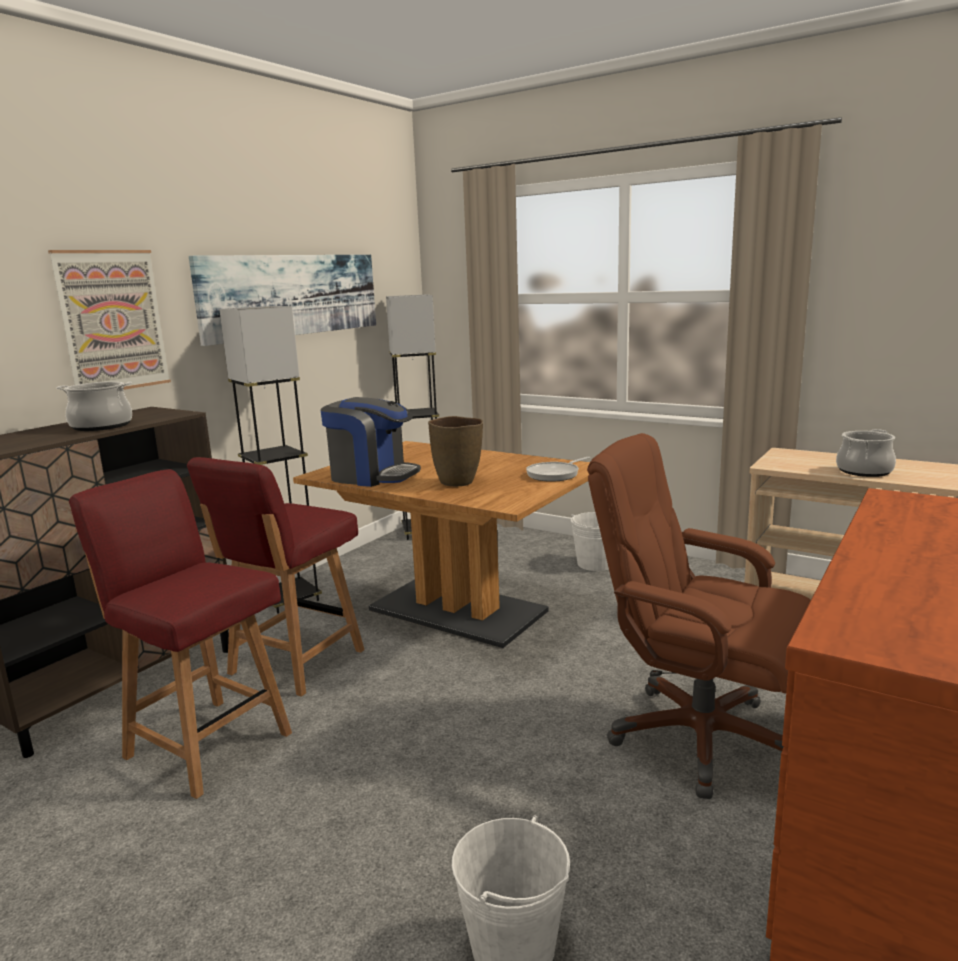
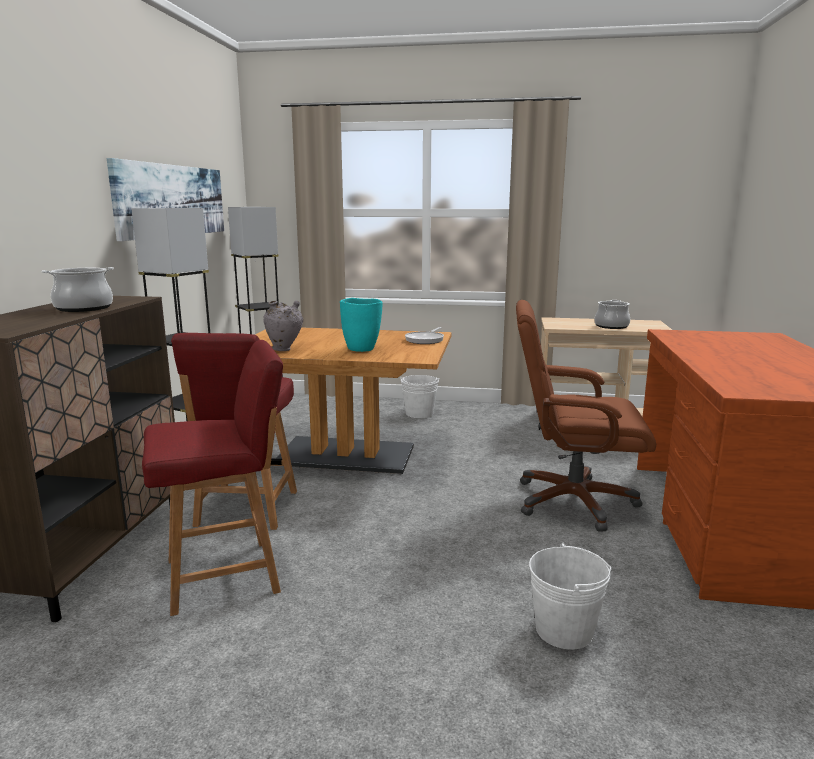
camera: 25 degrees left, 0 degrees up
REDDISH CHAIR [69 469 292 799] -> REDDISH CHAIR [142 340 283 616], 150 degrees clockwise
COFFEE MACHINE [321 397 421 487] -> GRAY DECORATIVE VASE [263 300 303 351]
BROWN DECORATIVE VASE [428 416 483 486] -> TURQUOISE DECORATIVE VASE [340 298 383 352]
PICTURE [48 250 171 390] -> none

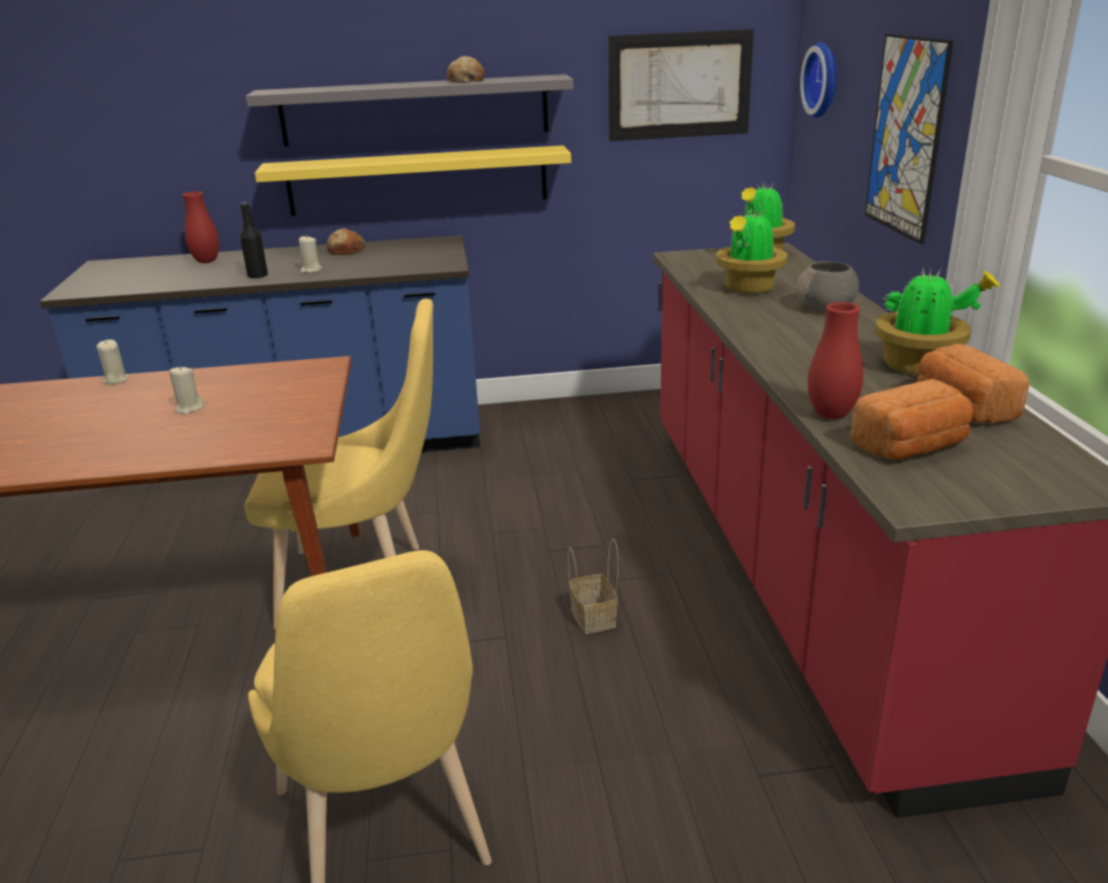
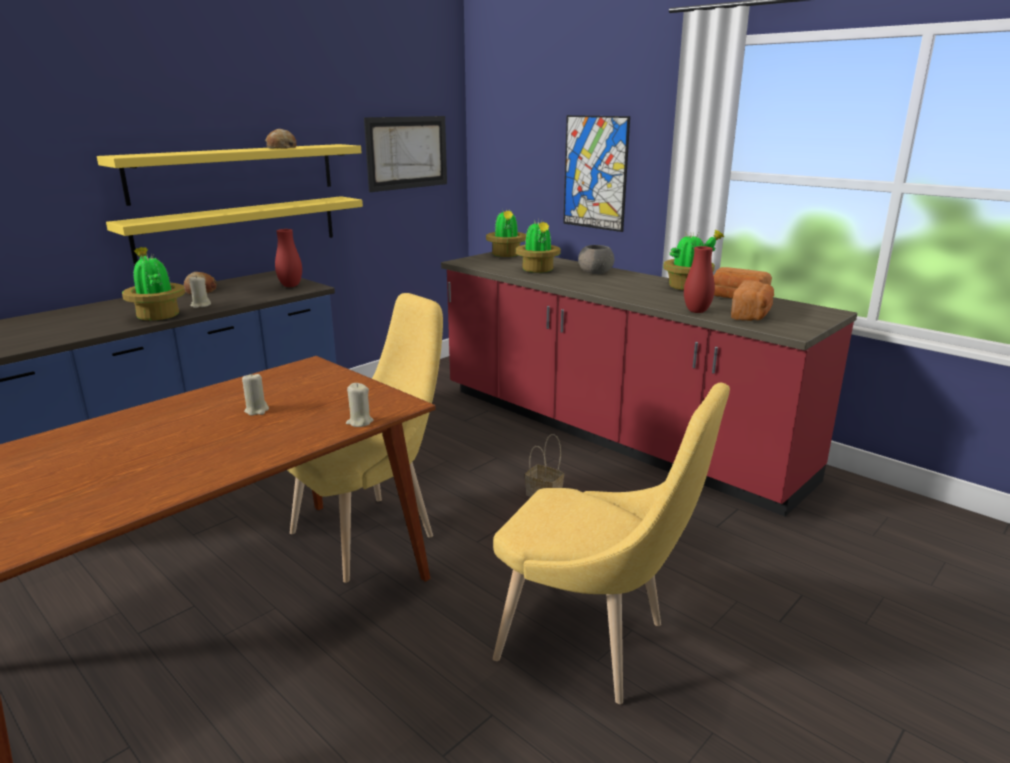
camera: 40 degrees left, 5 degrees down
GRAY BRACKET SHELF [246 74 574 147] -> YELLOWISH BRACKET SHELF [97 144 361 206]
BLACK-COLOURED BOTTLE [240 202 268 279] -> PLANT IN A POT [122 247 185 321]
REDDISH DECORATIVE VASE [183 191 219 263] -> REDDISH DECORATIVE VASE [275 229 302 287], move
BEIGE WAX LIGHT [96 340 129 385] -> BEIGE WAX LIGHT [346 383 374 427], move
CLOCK ON THE WALL [800 42 837 118] -> none

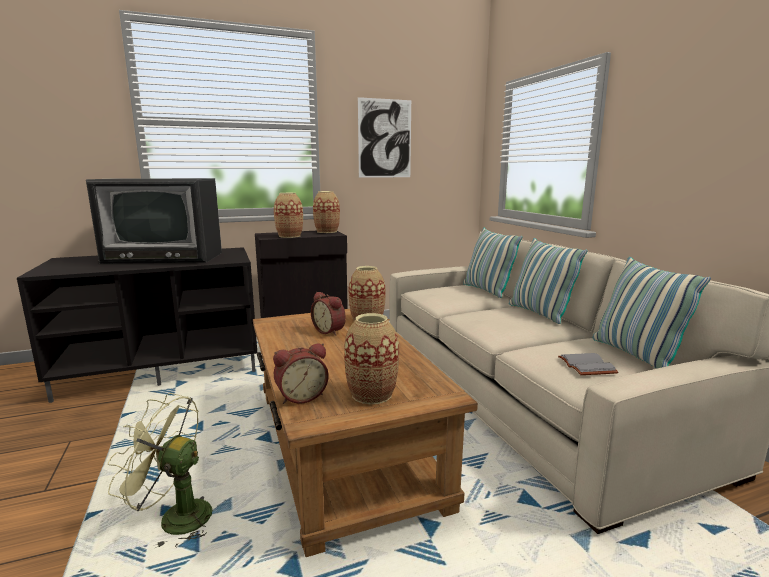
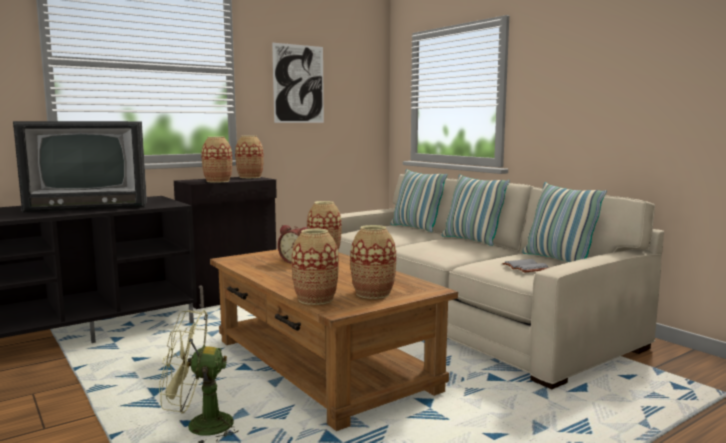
camera: 15 degrees left, 5 degrees down
ALARM CLOCK [273 343 329 404] -> DECORATIVE VASE [292 228 339 305]

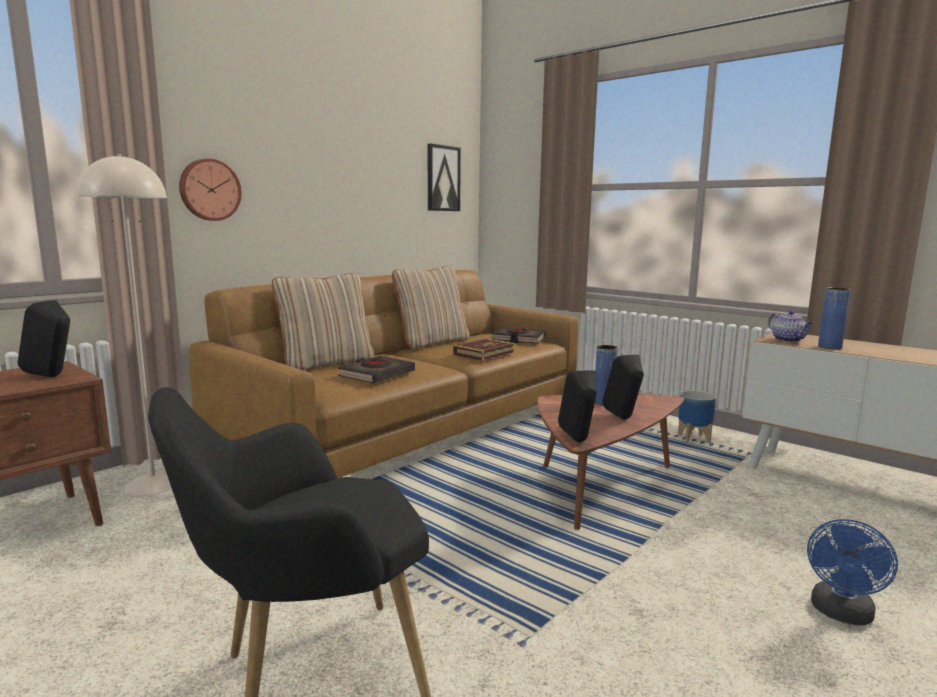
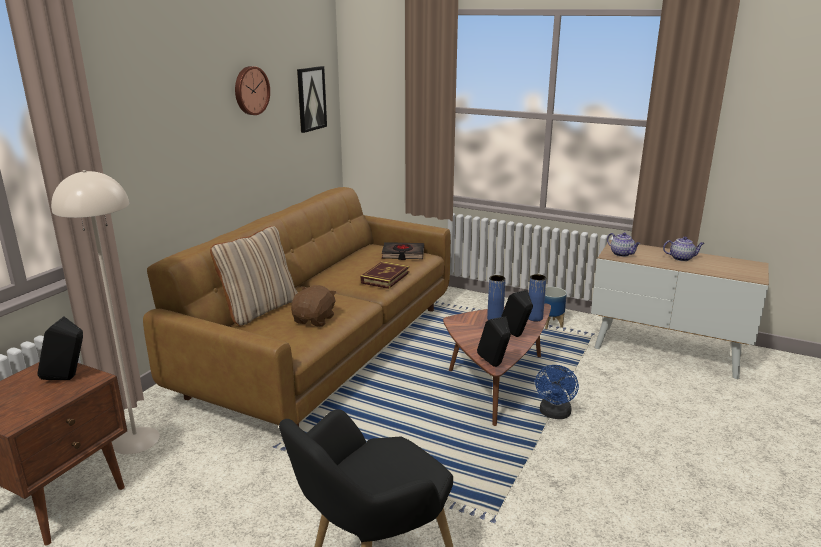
camera: 15 degrees left, 10 degrees up
CLOCK ON THE WALL [179 158 242 221] -> CLOCK ON THE WALL [235 66 270 115], move
BLACK-COLOURED BOOK [338 356 415 383] -> BROWN SOFT TOY [291 285 337 327]
BLUE-COLOURED DECORATIVE VASE [818 287 851 349] -> BLUE-COLOURED DECORATIVE VASE [528 274 546 321], move
BLUE-COLOURED COOLING FAN [807 519 898 626] -> BLUE-COLOURED COOLING FAN [535 365 579 419], move
none -> POT FOR TEA [663 237 704 261]
BEIGE THROW PILLOW [392 266 470 350] -> none

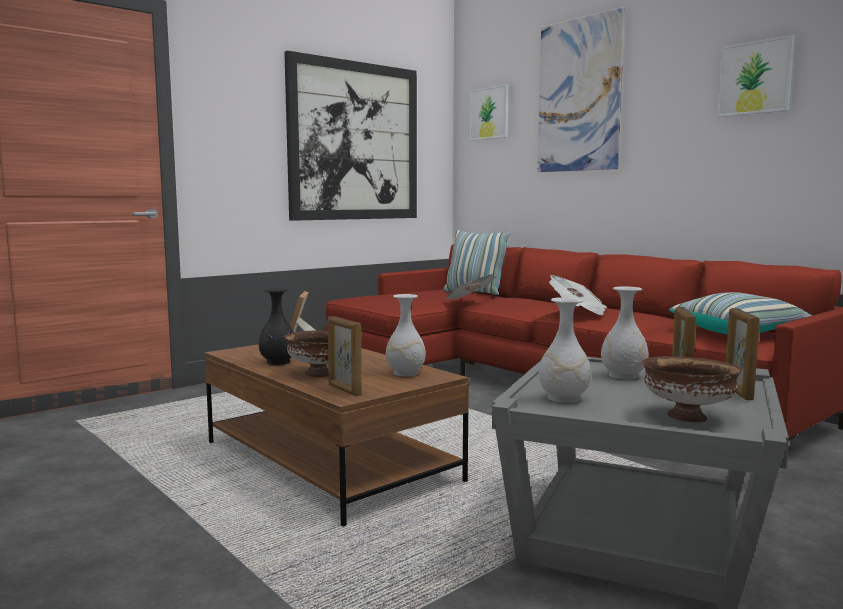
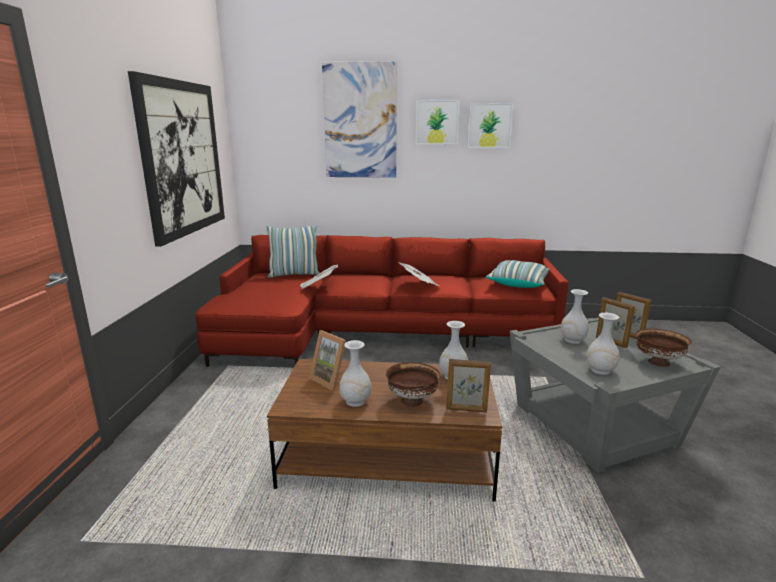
camera: 45 degrees left, 10 degrees up
BLACK-COLOURED DECORATIVE VASE [259 288 294 365] -> WHITE DECORATIVE VASE [339 340 372 407]
PICTURE [470 84 509 141] -> PICTURE [416 100 460 145], move

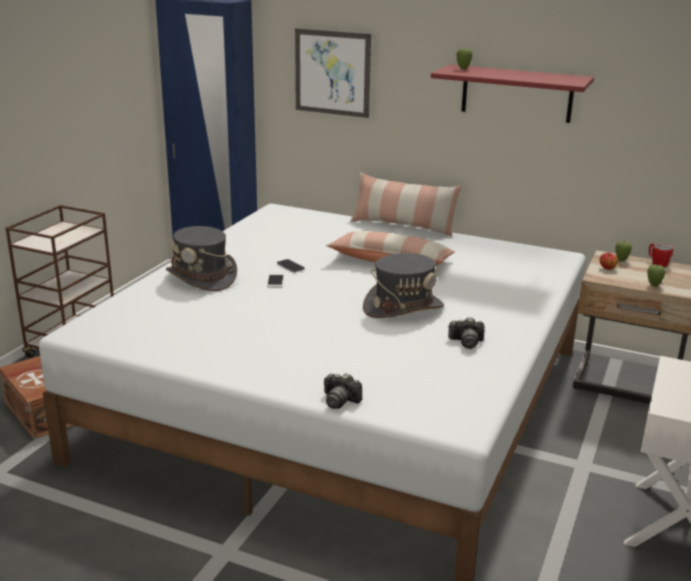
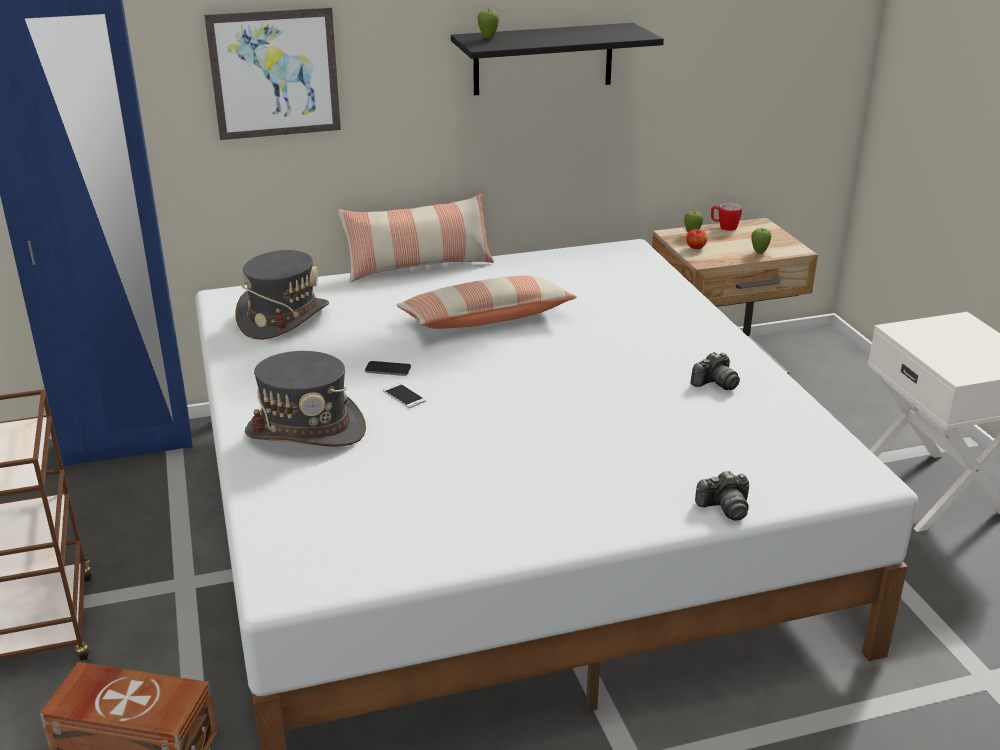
camera: 40 degrees left, 5 degrees up
GRAY WEARABLE HAT [363 253 444 318] -> GRAY WEARABLE HAT [235 250 329 340], move
REDDISH BRACKET SHELF [431 64 594 123] -> BLACK-COLOURED BRACKET SHELF [451 23 664 95]

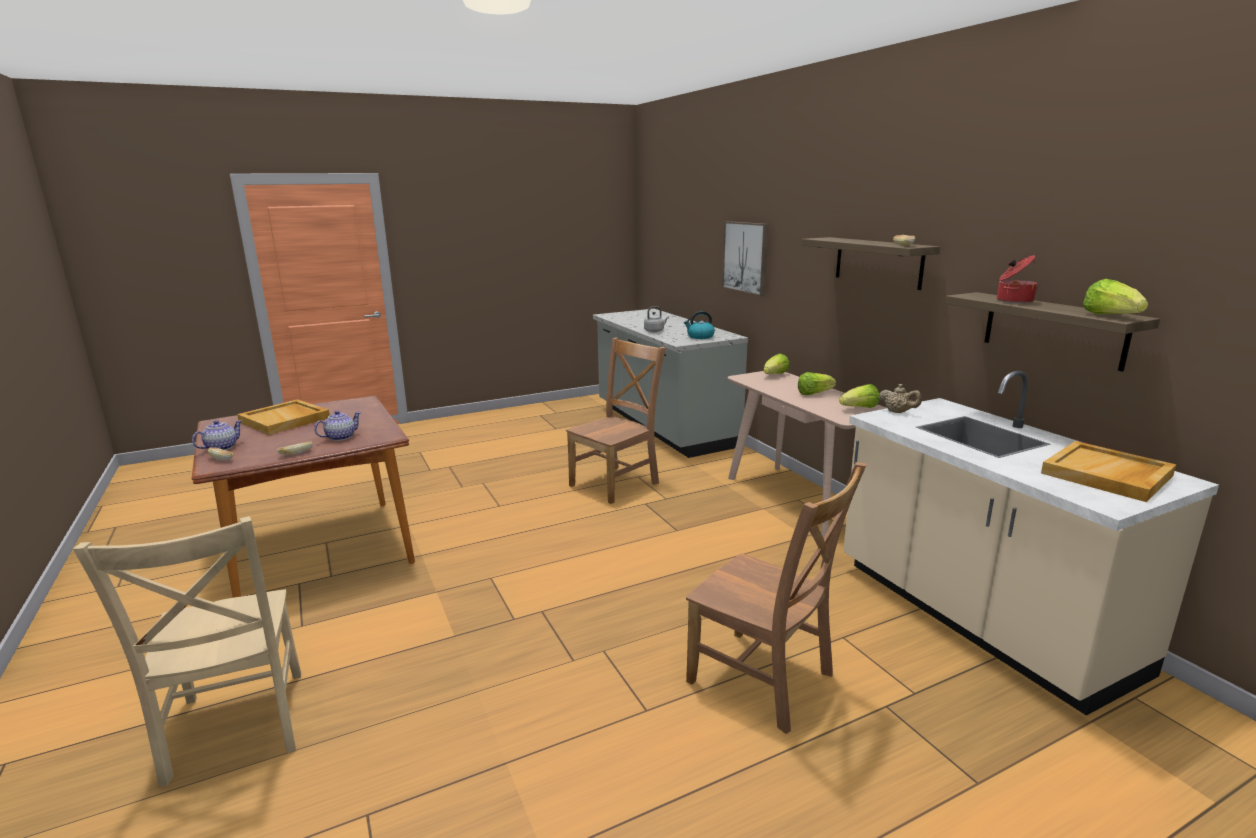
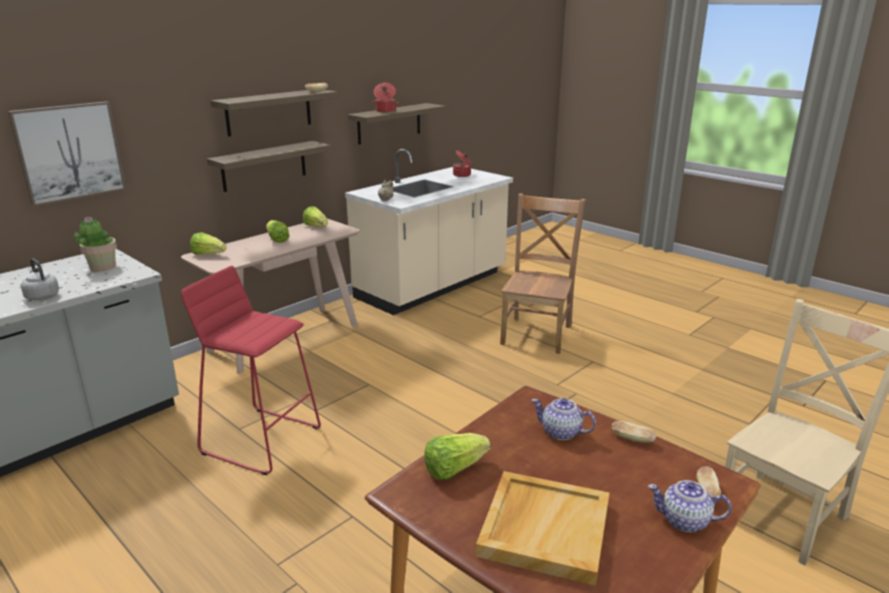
camera: 110 degrees left, 5 degrees up
WATER KETTLE [684 311 715 339] -> PLANT IN A POT [74 217 117 272]
BROWN CHAIR [566 337 666 504] -> REDDISH STOOL SEAT [181 266 321 475]
none -> BRACKET SHELF [207 141 332 192]
HEAD OF LETTUCE [1083 279 1148 314] -> HEAD OF LETTUCE [424 433 490 481], move
BEIGE SERVING TRAY [1041 441 1176 502] -> SAUCEPOT [453 150 471 177]

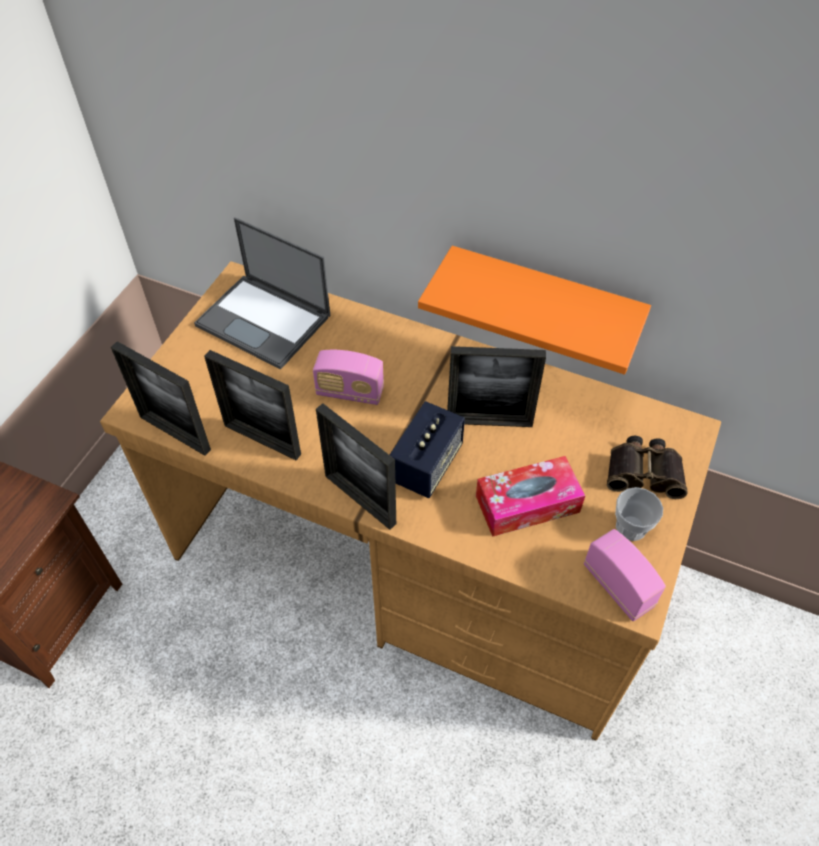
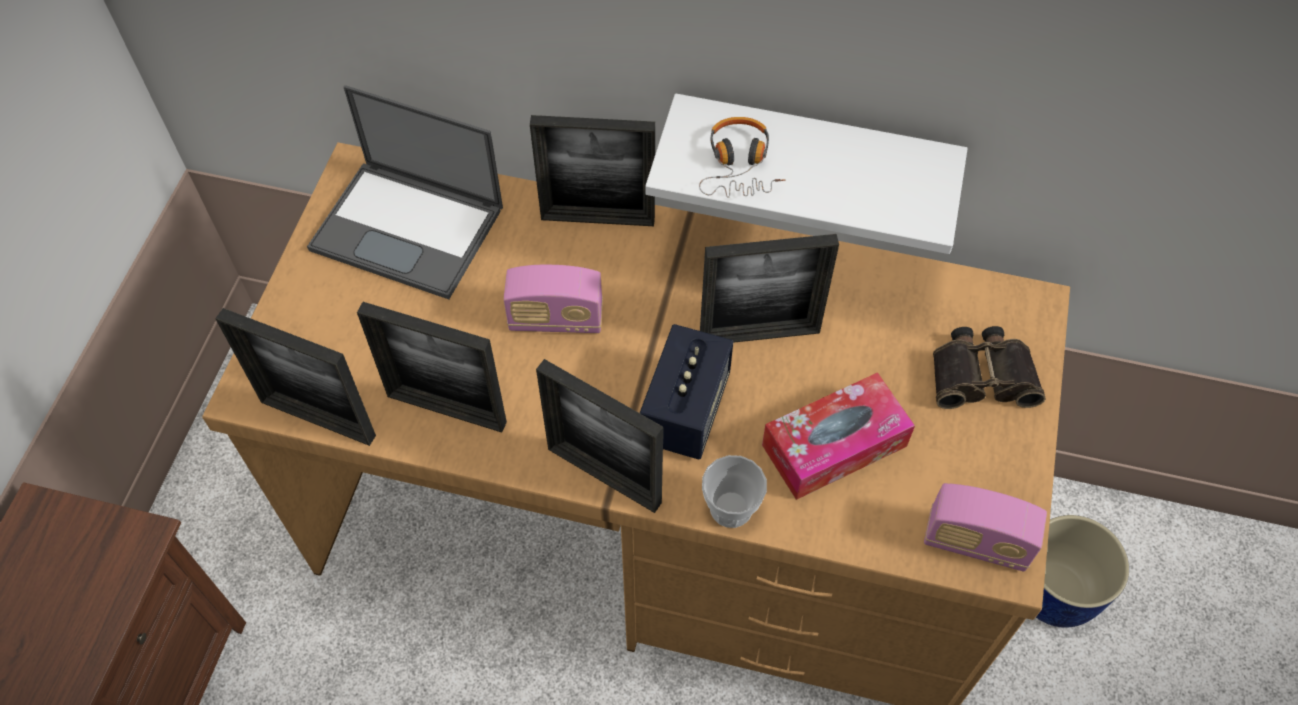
camera: 10 degrees left, 5 degrees up
none -> PICTURE FRAME [530 115 655 226]
ORANGE BRACKET SHELF [418 246 651 375] -> WHITE BRACKET SHELF [645 93 968 254]
none -> HEADSET [699 117 785 198]
SMALL CUP [615 487 663 541] -> SMALL CUP [702 455 767 528], move
RADIO SET [584 529 666 621] -> RADIO SET [924 483 1047 572], 150 degrees clockwise
none -> BLUE-COLOURED PLANT POT [1036 515 1129 628]

